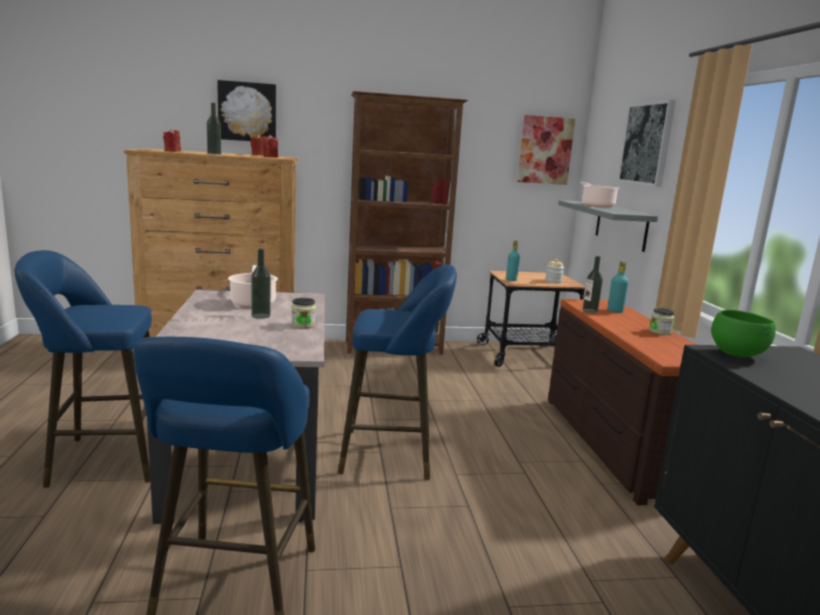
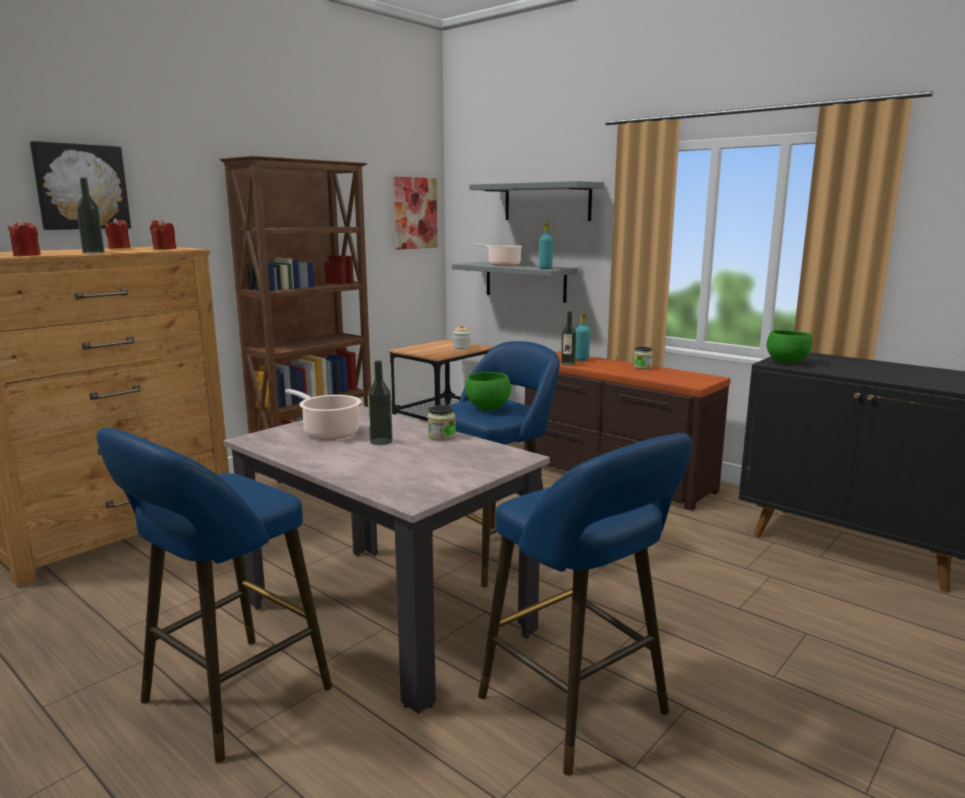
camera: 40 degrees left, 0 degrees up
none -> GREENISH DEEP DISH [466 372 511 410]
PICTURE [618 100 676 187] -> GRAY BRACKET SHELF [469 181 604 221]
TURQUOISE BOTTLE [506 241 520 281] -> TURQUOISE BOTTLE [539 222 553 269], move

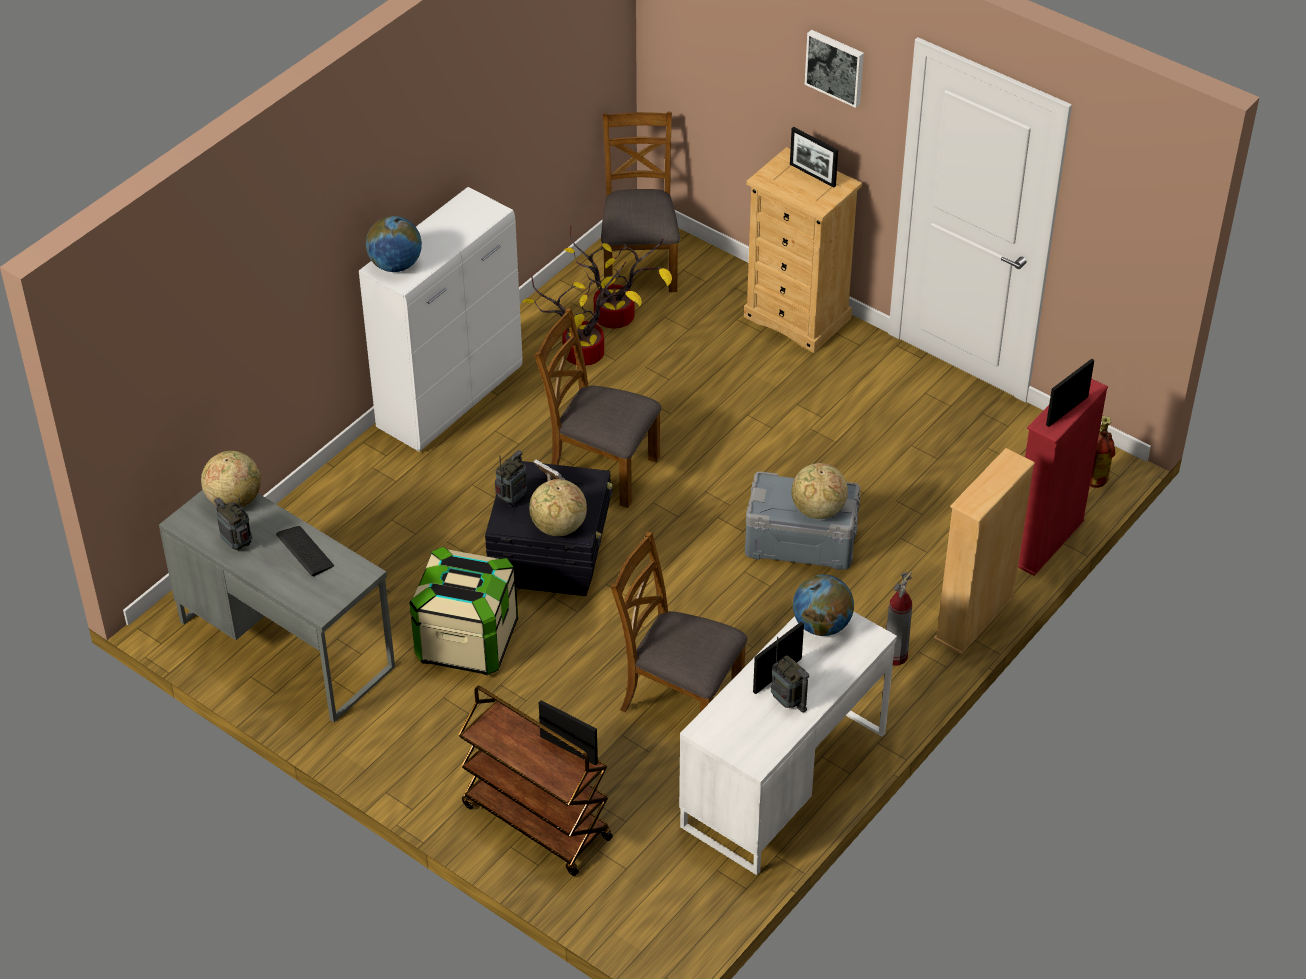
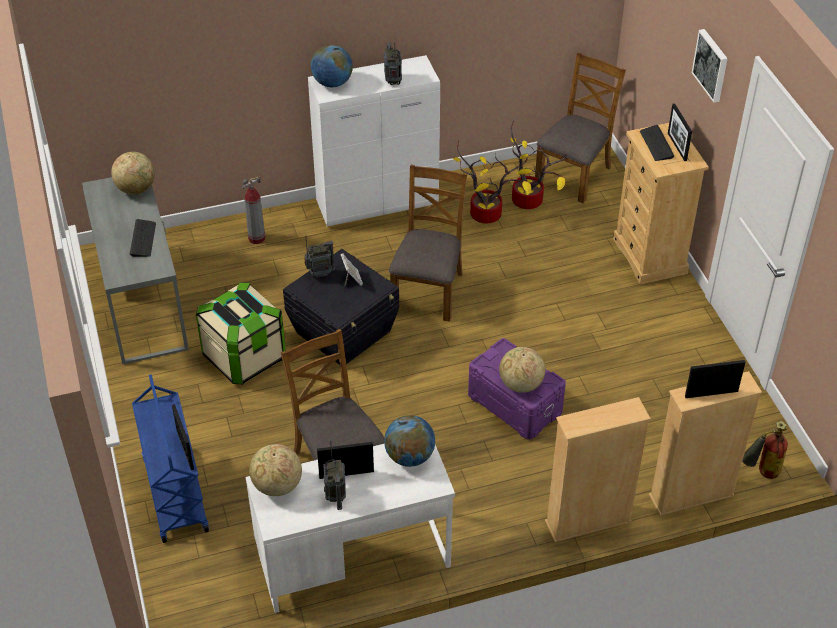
camera: 35 degrees right, 0 degrees up
BROWN WHEELED CART [458 686 613 876] -> BLUE-COLOURED WHEELED CART [132 374 209 543]
EXTINGUISHER [886 571 912 665] -> EXTINGUISHER [242 176 265 244], move
GLOBE [529 479 587 536] -> GLOBE [249 444 302 496], move
RADIO SET [214 498 252 550] -> RADIO SET [384 42 402 85], move
BROWN CHAIR [534 308 661 508] -> BROWN CHAIR [389 165 467 322], 45 degrees clockwise
GRAY STORAGE CONTAINER [745 471 860 570] -> PURPLISH STORAGE CONTAINER [468 338 566 440]
none -> KEYBOARD [640 125 674 161]
REDDISH BOOKCASE [1018 378 1108 576] -> BEIGE BOOKCASE [649 371 762 516]

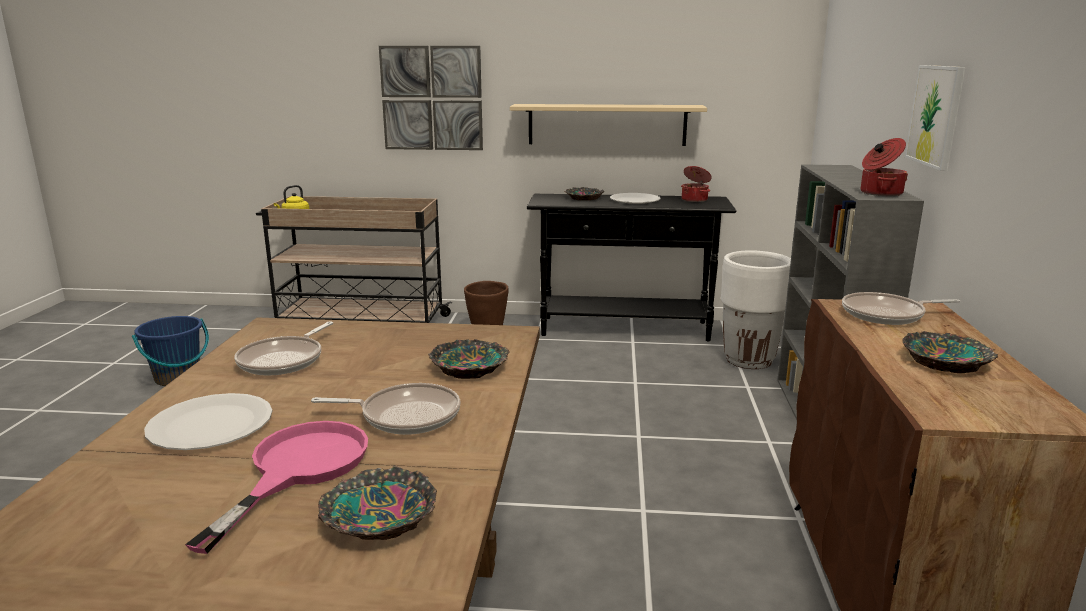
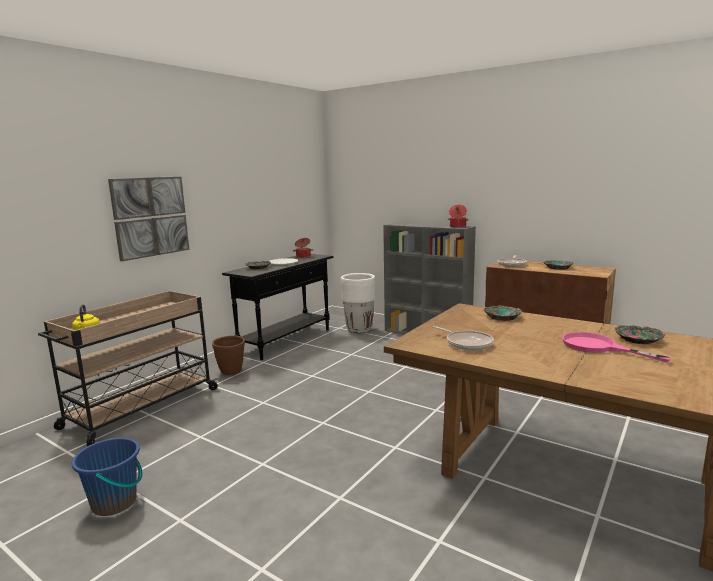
camera: 60 degrees left, 5 degrees down
WHITE PLATE [144 393 272 450] -> none
FRYING PAN [311 383 461 435] -> none
BEIGE BRACKET SHELF [510 104 707 146] -> none
PICTURE [905 65 965 171] -> none

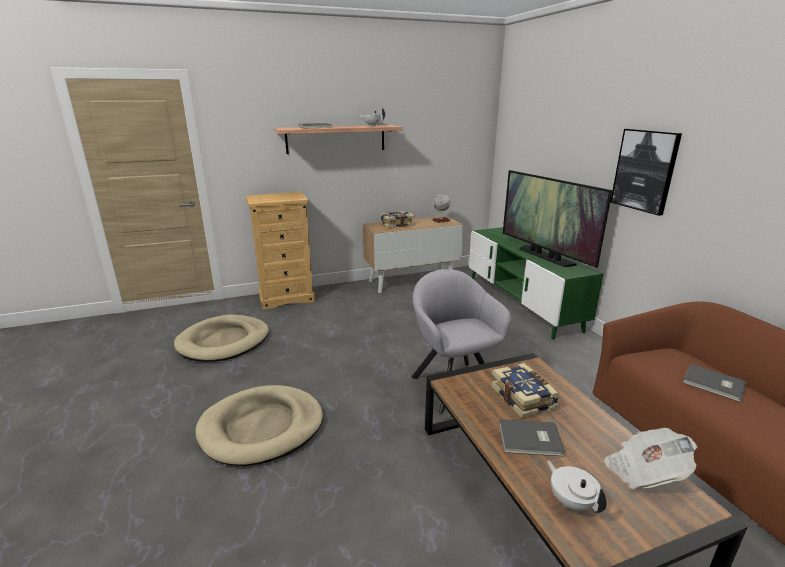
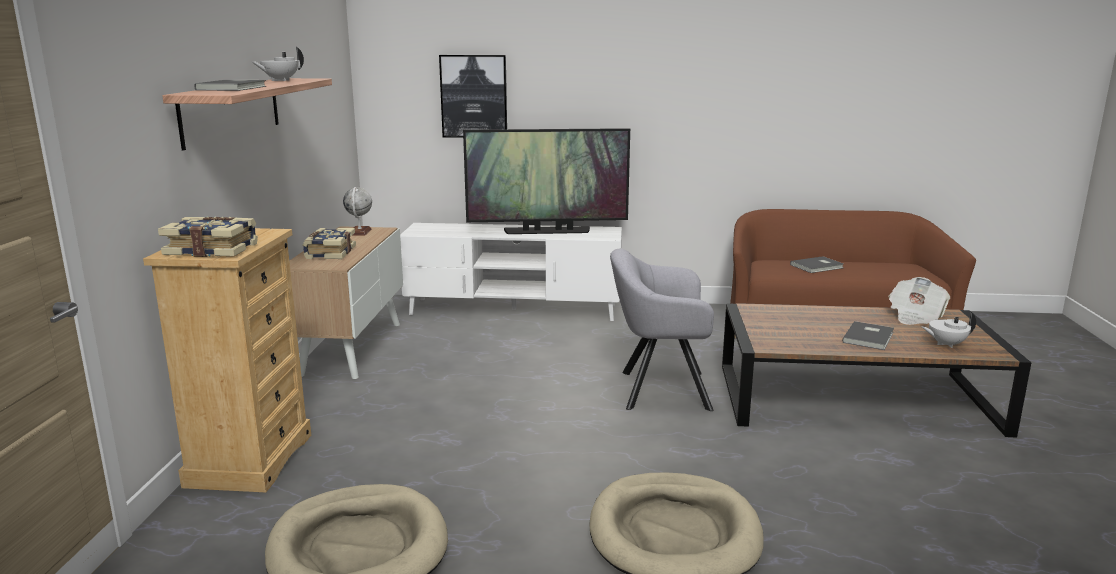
camera: 65 degrees left, 5 degrees down
BOOK [491 363 560 418] -> BOOK [158 216 258 257], move
GREENISH TV UNIT [469 227 603 340] -> WHITE TV UNIT [400 223 622 321]
PICTURE [610 129 682 216] -> PICTURE [439 55 507 138], move

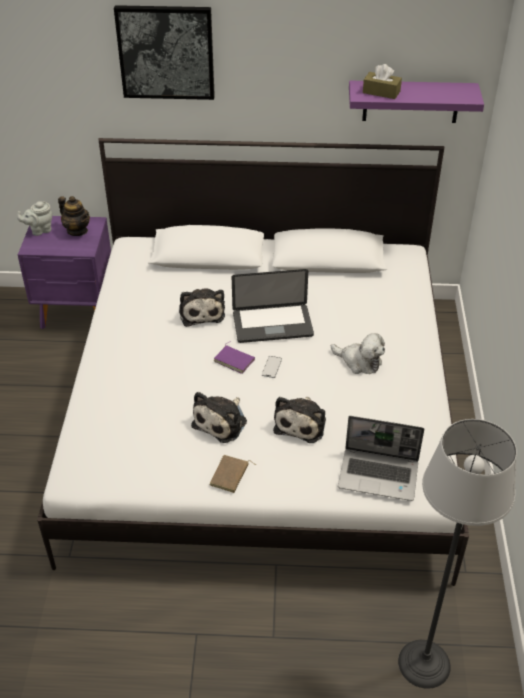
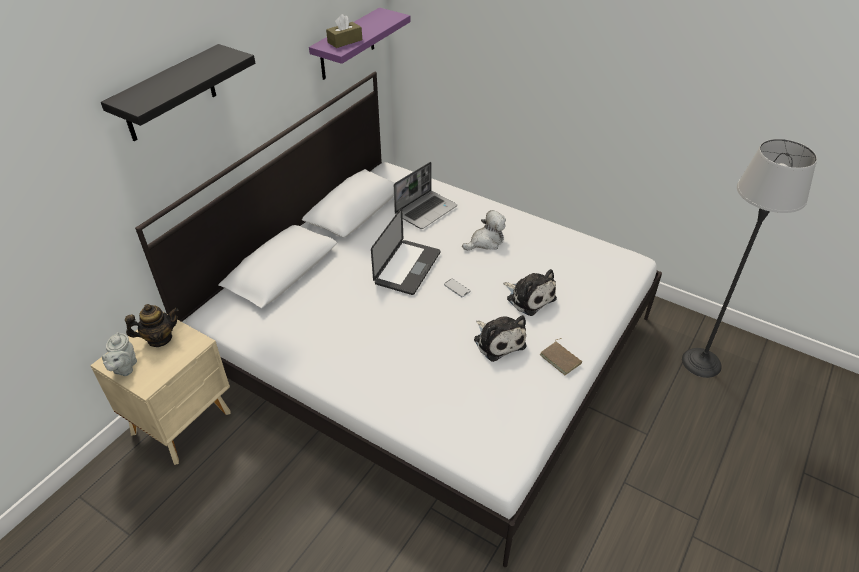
camera: 60 degrees left, 0 degrees up
PURPLISH NIGHT TABLE [18 216 111 329] -> BEIGE NIGHT TABLE [90 312 231 465]
PICTURE [114 5 215 100] -> BLACK-COLOURED BRACKET SHELF [101 44 255 141]
NOTEBOOK COMPUTER [338 416 424 501] -> NOTEBOOK COMPUTER [394 162 457 229], move
SOFT TOY [179 288 225 327] -> none
PURPLISH BOOK [214 341 255 374] -> none

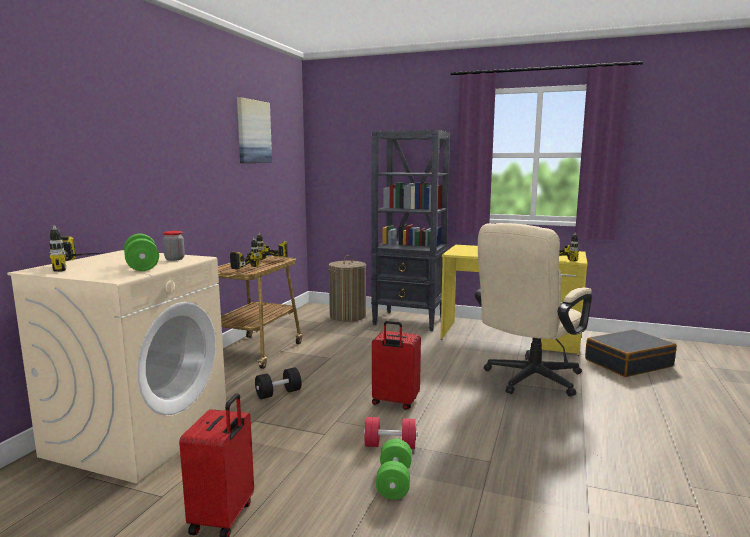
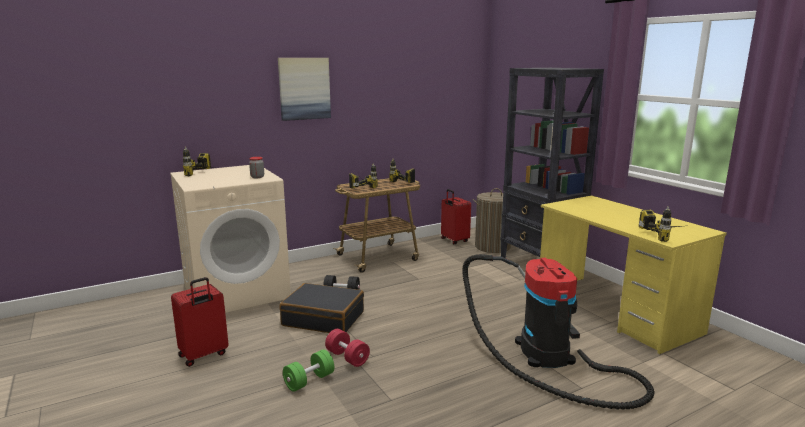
camera: 40 degrees right, 5 degrees up
PICTURE [237 97 272 163] -> PICTURE [278 58 331 121], move
BLACK-COLOURED TRAVEL CASE [585 329 677 377] -> BLACK-COLOURED TRAVEL CASE [280 283 364 333], move
REDDISH TRAVEL CASE [372 321 421 410] -> REDDISH TRAVEL CASE [441 189 471 244], move
BEIGE OFFICE CHAIR [475 223 592 396] -> VACUUM [462 254 654 410]
GREENISH FREE WEIGHT [124 234 159 271] -> none

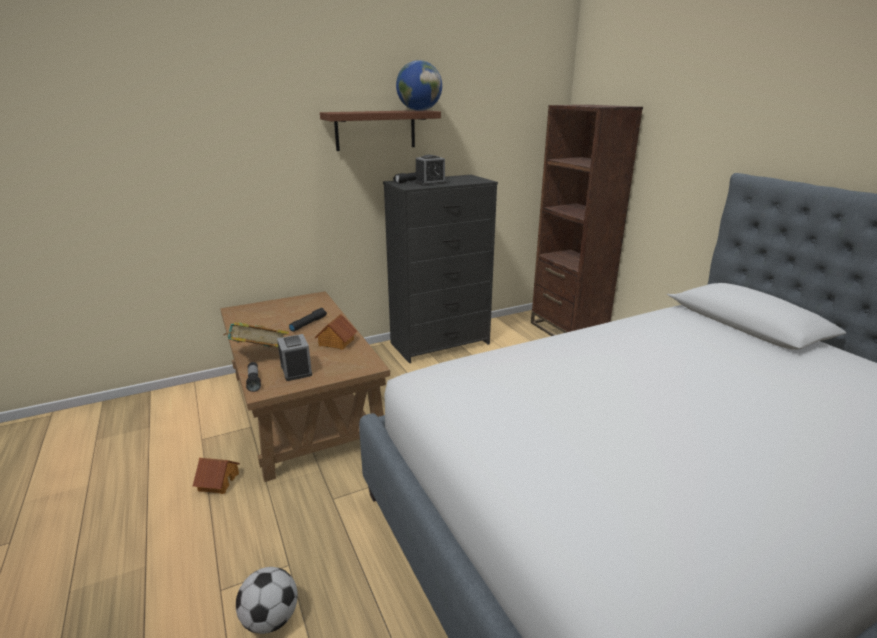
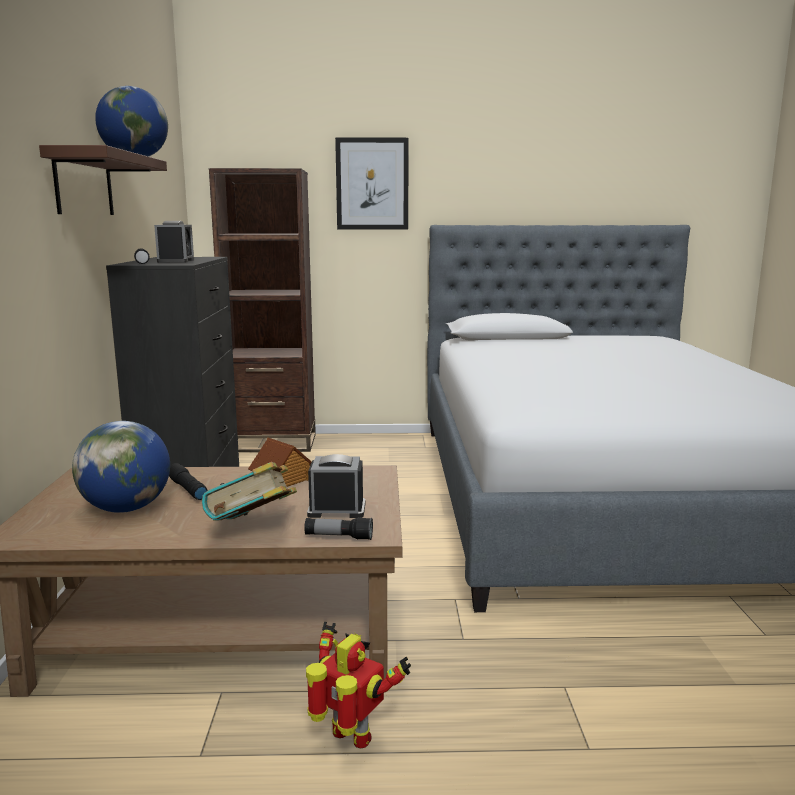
camera: 65 degrees left, 10 degrees down
none -> GLOBE [72 421 170 513]
MINIATURE HOUSE [193 458 240 494] -> MODEL ROBOT [306 622 411 749]
none -> PICTURE [335 137 409 229]
FOOTBALL [236 567 298 634] -> none

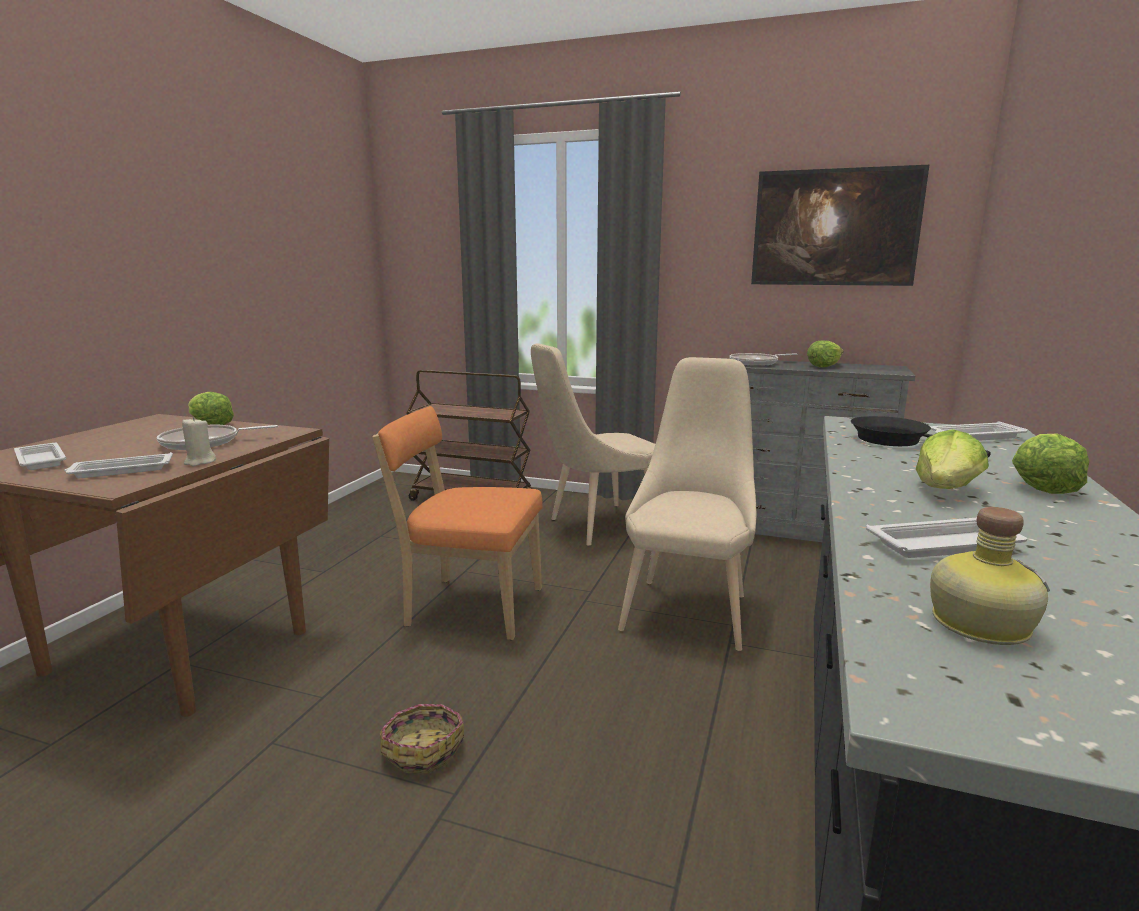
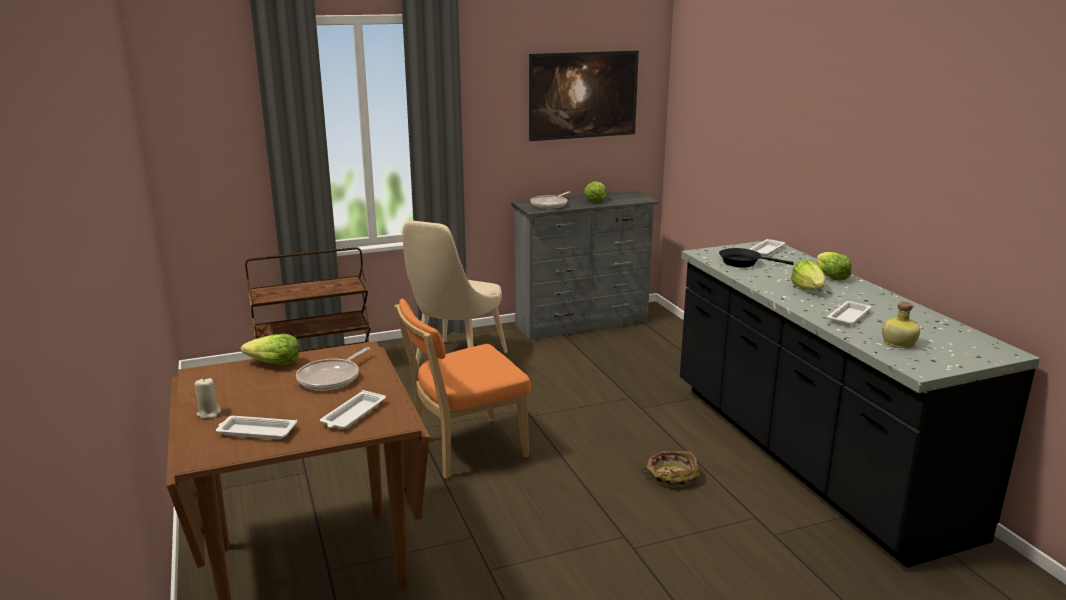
camera: 40 degrees left, 5 degrees up
BEIGE WAX LIGHT [182 417 216 466] -> BEIGE WAX LIGHT [194 378 221 419], move
HOUSEHOLD BASKET [380 704 464 773] -> HOUSEHOLD BASKET [641 451 700 488], move
BEIGE CHAIR [618 357 756 651] -> none

